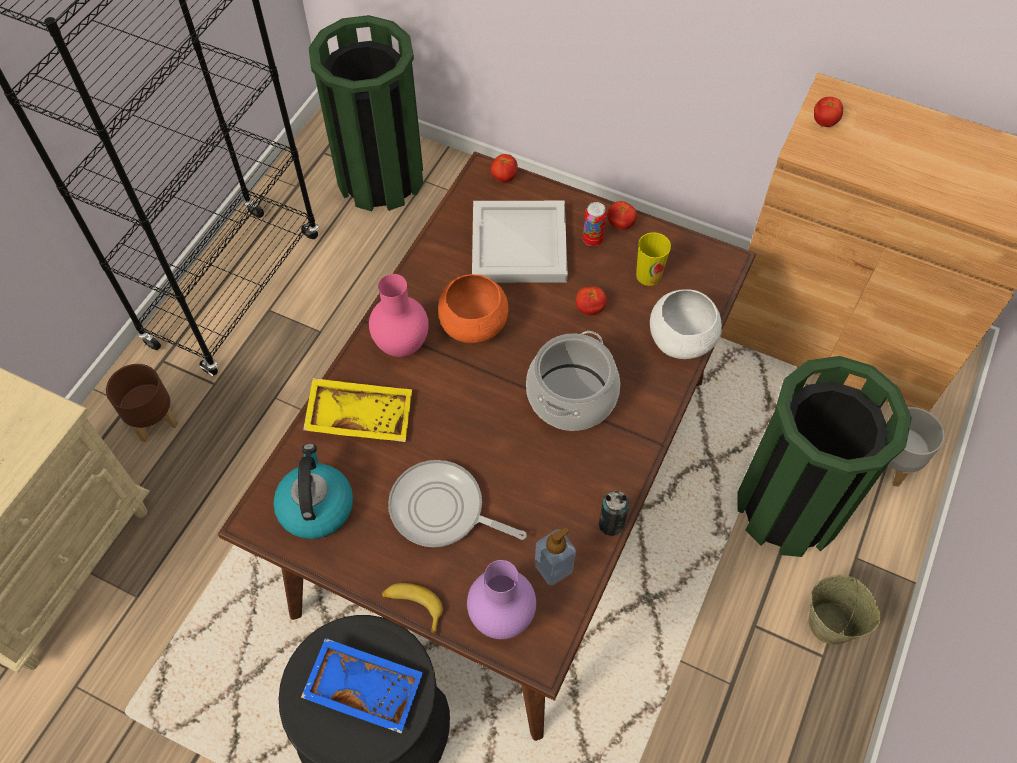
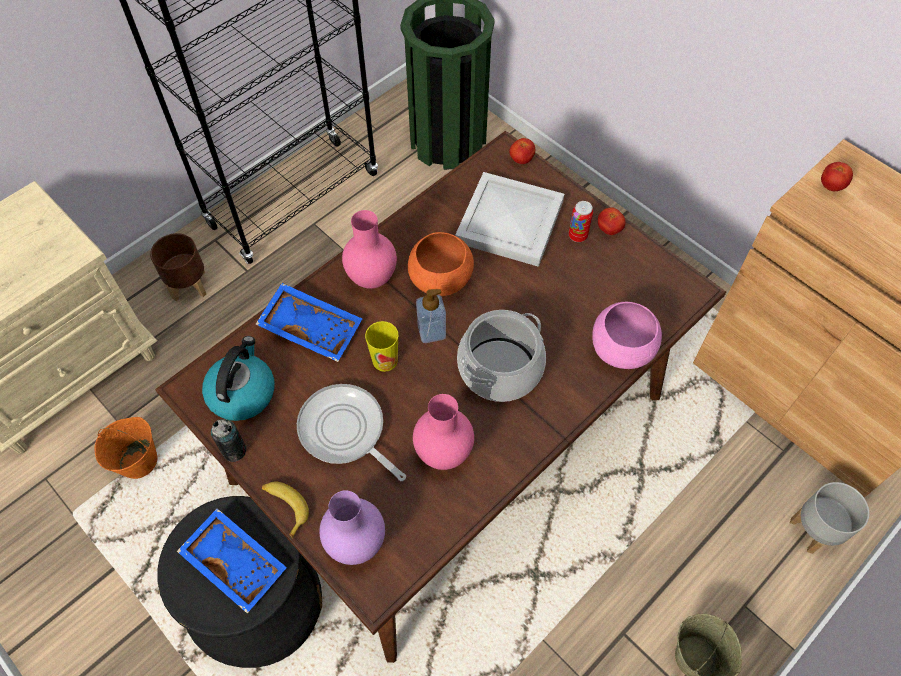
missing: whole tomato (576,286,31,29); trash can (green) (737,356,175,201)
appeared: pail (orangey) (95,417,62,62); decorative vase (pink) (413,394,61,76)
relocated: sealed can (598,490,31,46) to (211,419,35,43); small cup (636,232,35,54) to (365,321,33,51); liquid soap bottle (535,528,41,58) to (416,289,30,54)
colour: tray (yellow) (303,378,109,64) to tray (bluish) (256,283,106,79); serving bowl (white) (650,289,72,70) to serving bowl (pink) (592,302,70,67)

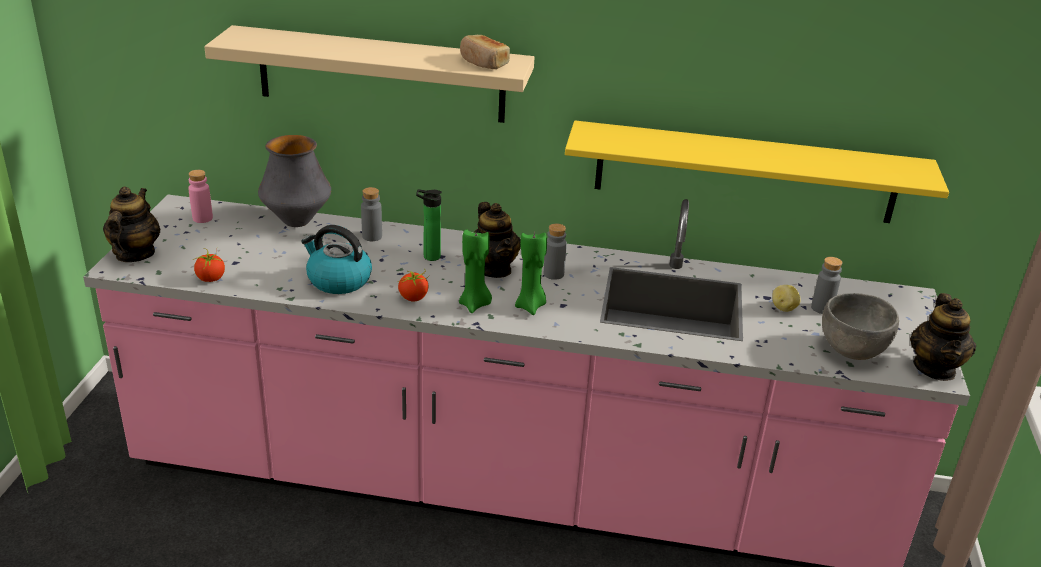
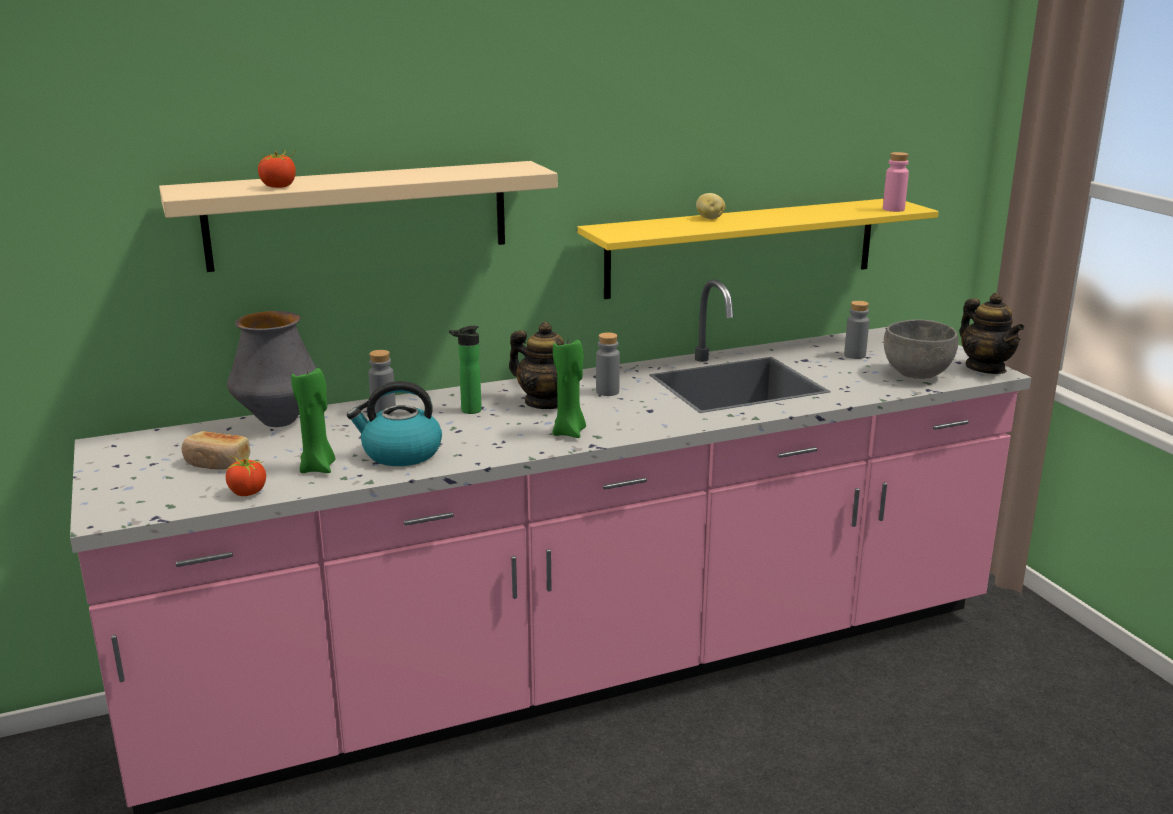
missing: pot for tea (103,186,57,76)
relocated: baked bread (460,35,50,34) to (182,431,68,39); whole tomato (397,270,33,31) to (258,150,38,38); wax light (green) (515,230,32,85) to (291,368,45,105); whole potato (772,285,29,27) to (696,193,29,26); drink bottle (pink) (188,170,25,53) to (883,152,26,60)

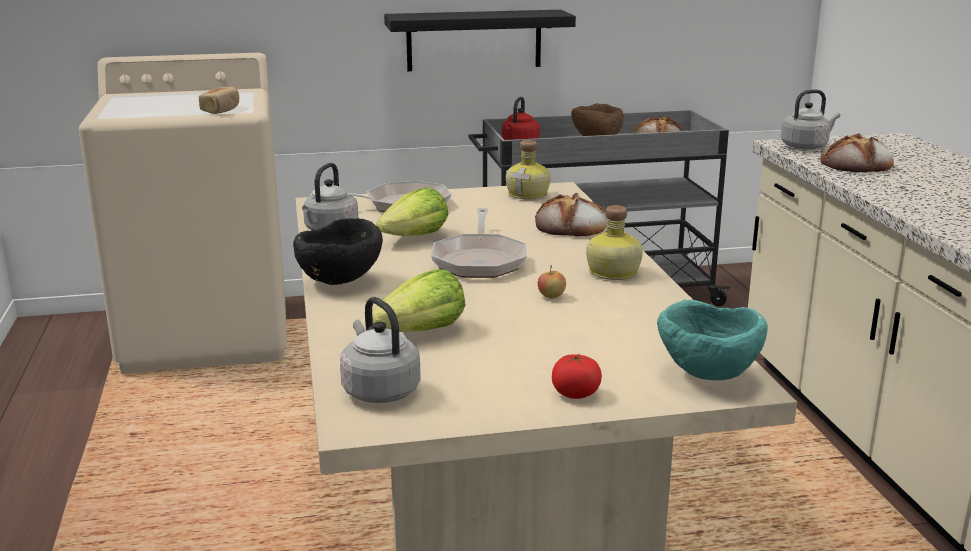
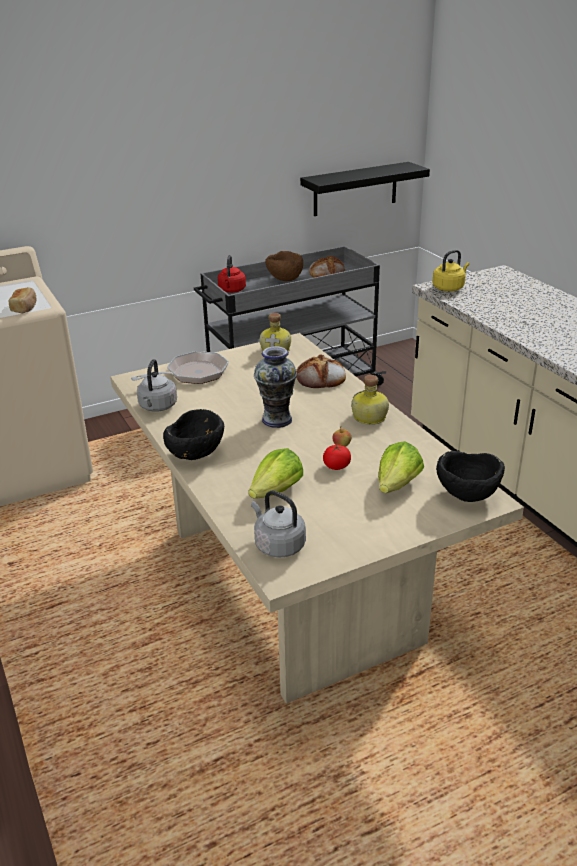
missing: baked bread (820,133,74,39)
relocated: shelf (blackish) (384,10,192,61) to (300,162,130,54); whole tomato (552,354,50,45) to (323,444,28,26); lettuce (376,187,73,49) to (378,441,46,52)
exchanged: pan (431,208,96,70) to decorative vase (254,346,43,82)
colour: kettle (grey) (781,90,59,60) to kettle (yellow) (432,250,38,41); serving bowl (blue-green) (657,299,111,81) to serving bowl (blackish) (436,451,69,51)

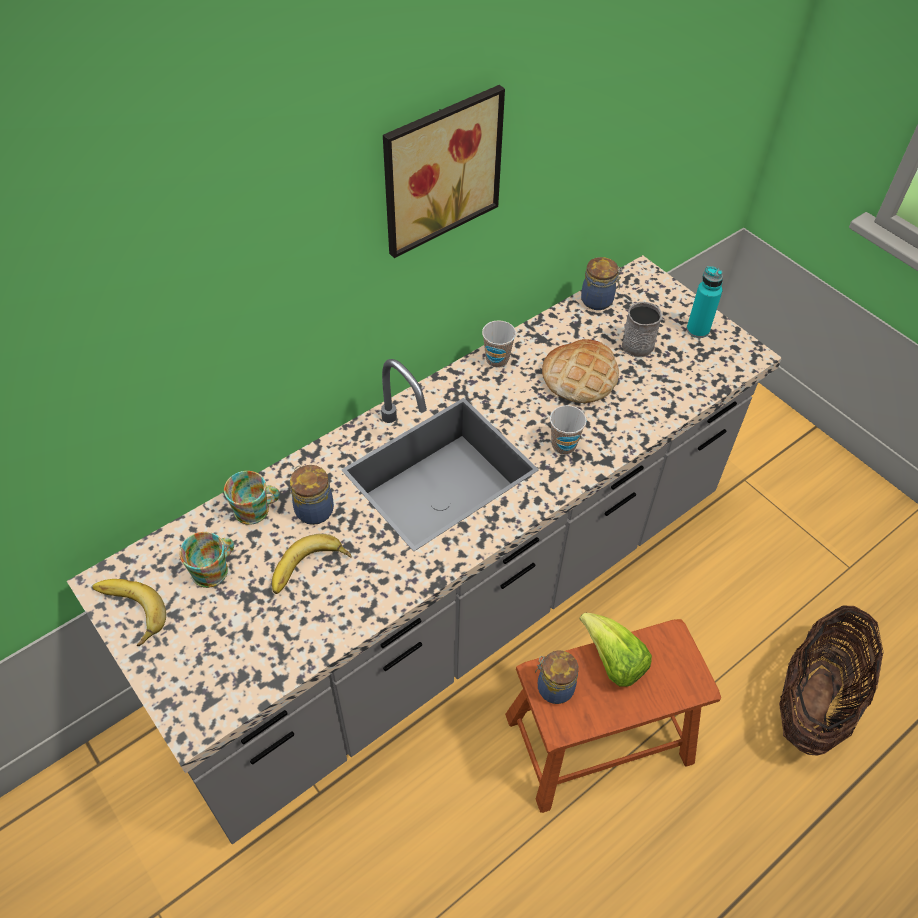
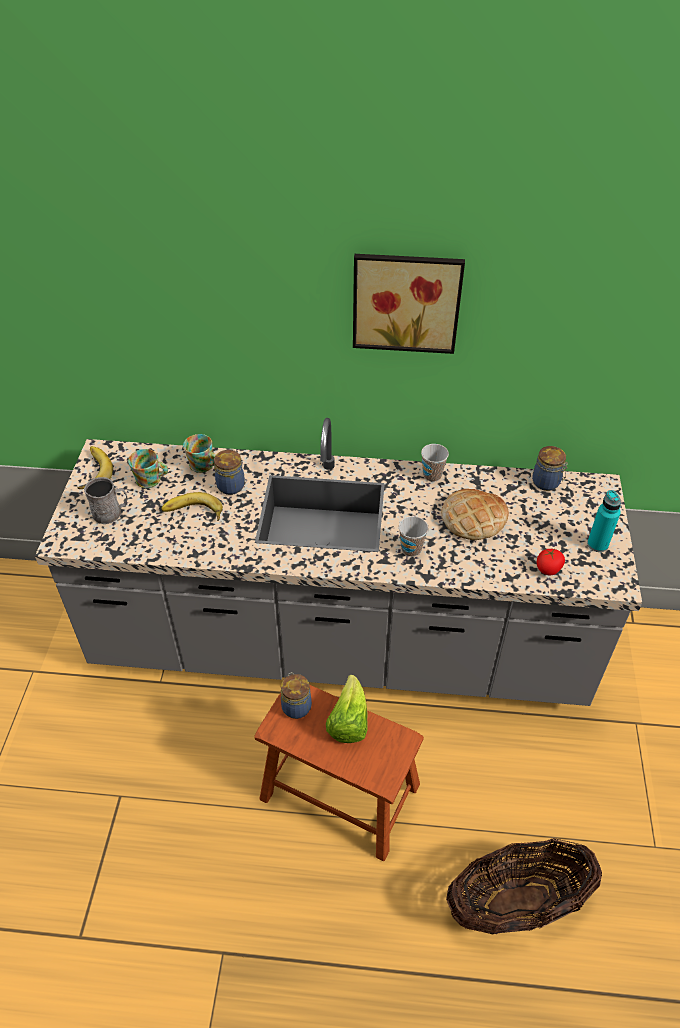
appeared: whole tomato (537,549,28,27)
relocated: coffee mug (grey) (622,302,40,55) to (84,477,44,47)

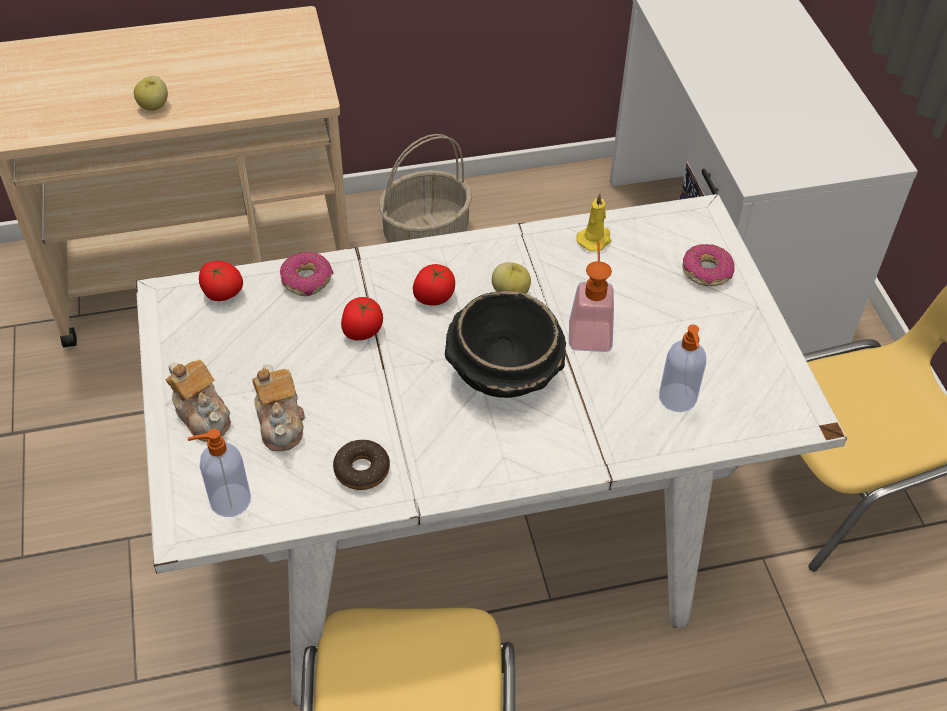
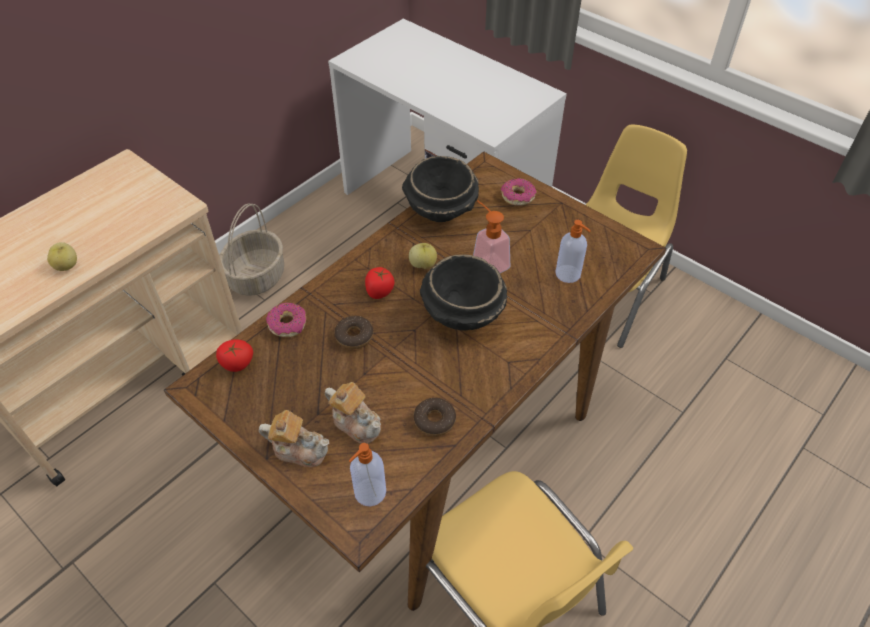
exchanged: whole tomato (341,297,42,43) to ring doughnut (335,316,38,33); wax light (yellow) (576,193,35,59) to serving bowl (blackish) (402,156,77,66)
colour: dining table (white) (135,194,712,512) to dining table (brownish) (164,151,503,460)

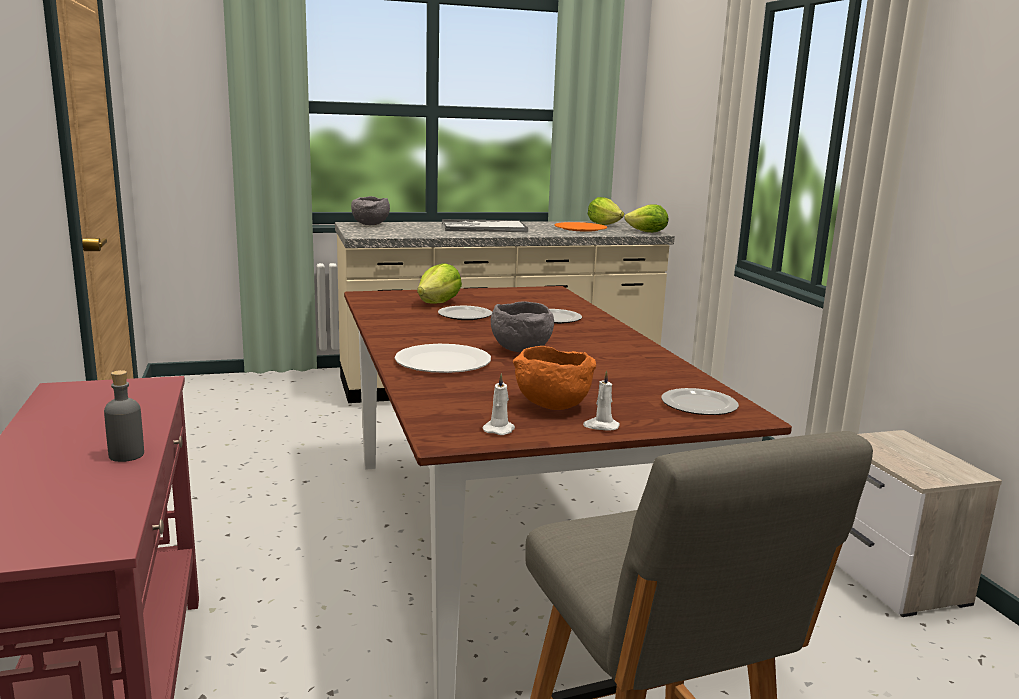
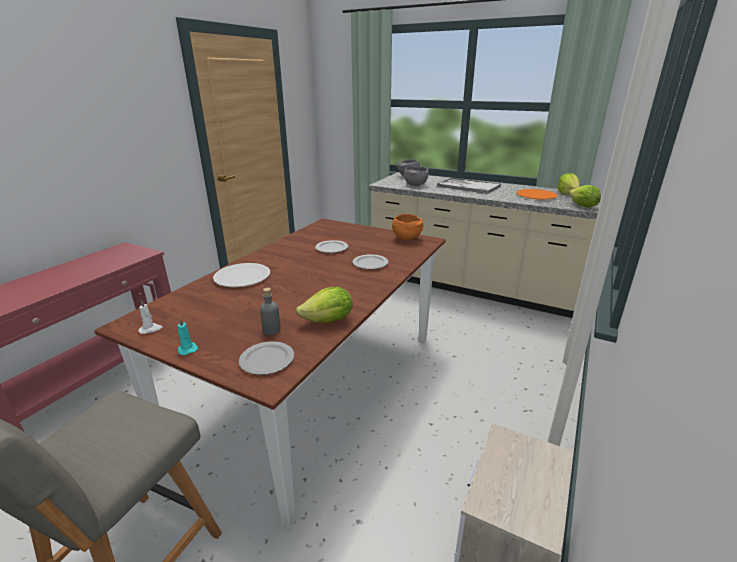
relocated: drink bottle (grey) (104,370,40,92) to (260,288,21,47); lettuce (417,263,45,41) to (296,287,57,35); serving bowl (orangey) (513,346,83,64) to (392,214,31,26); serving bowl (grey) (491,301,63,51) to (404,166,25,20)
colour: wax light (white) (583,370,37,61) to wax light (blue-green) (177,318,21,37)

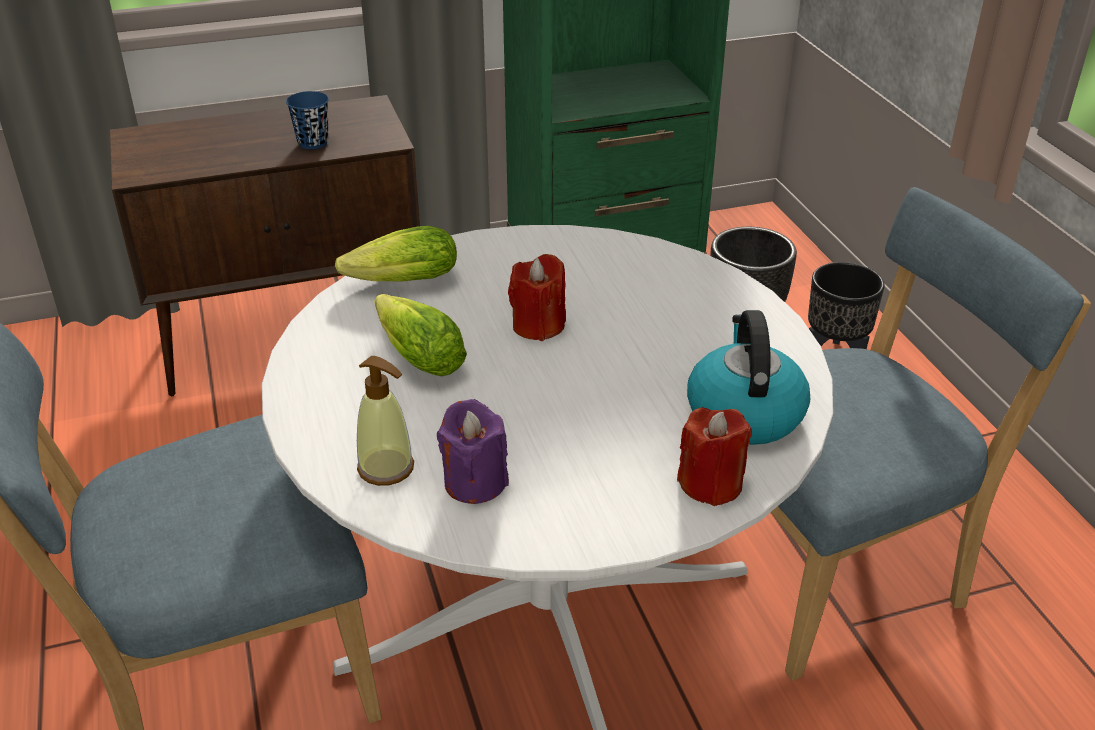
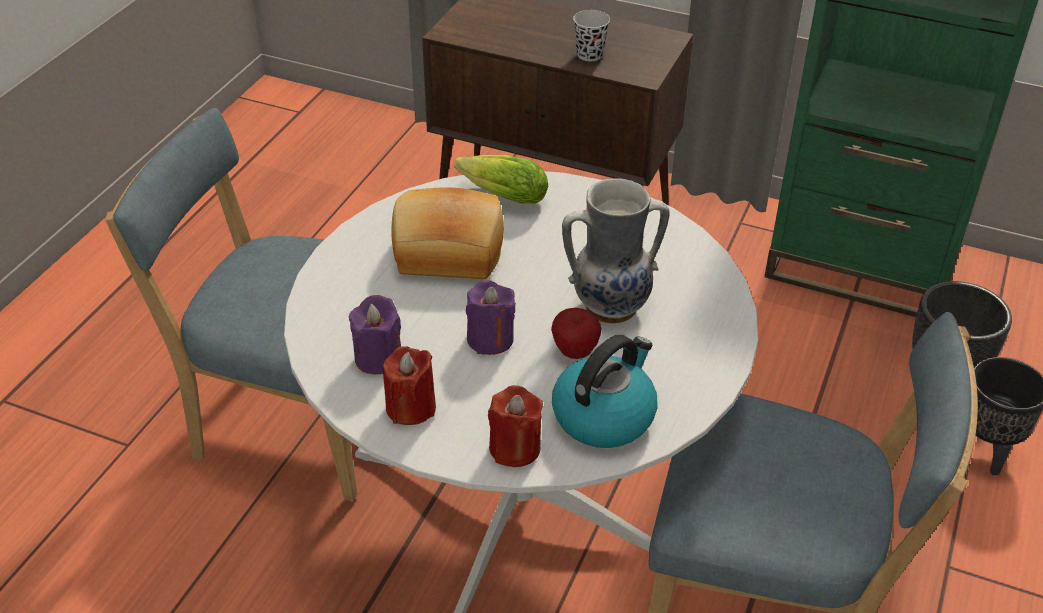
missing: liquid soap bottle (357,356,57,130)
appeared: wax light (purplish) (466,280,50,75); apple fruit (551,308,51,51); decorative vase (562,178,108,146)
relocated: wax light (reddish) (508,254,58,87) to (383,346,53,79)
exchanged: lettuce (374,294,93,83) to baked bread (391,187,113,92)
colour: small cup (bluish) (286,91,43,58) to small cup (blackish) (573,10,37,51)

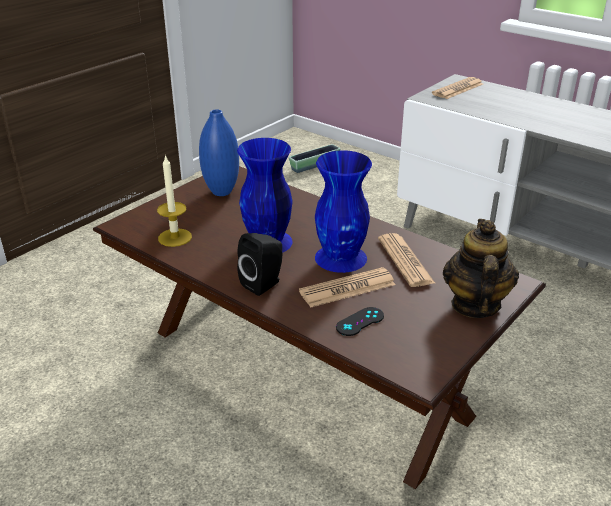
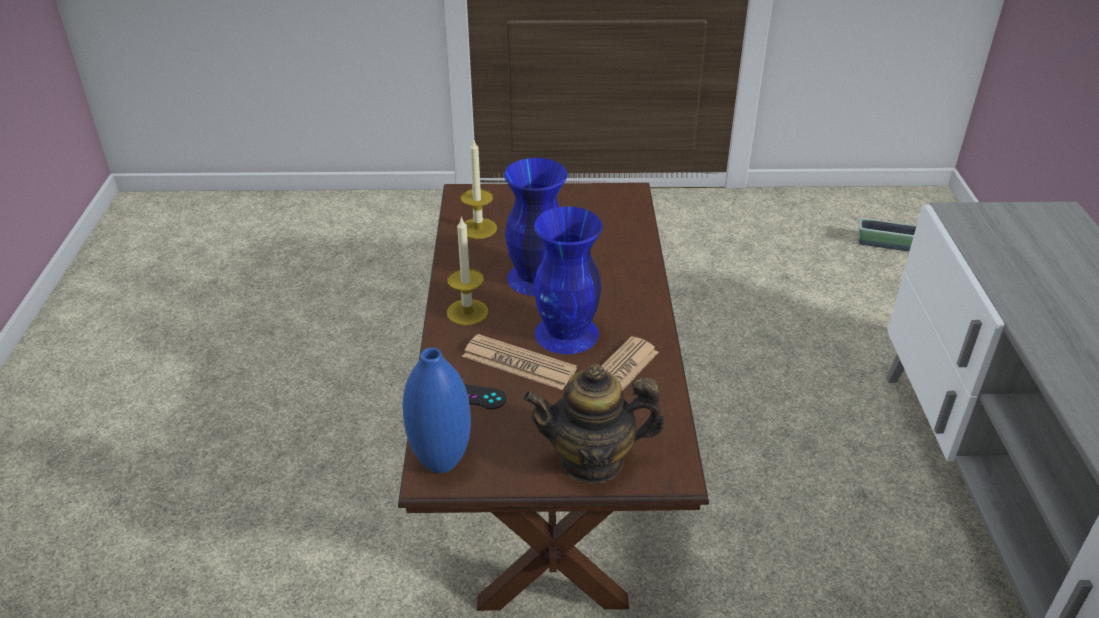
missing: daily paper (432,77,51,22)
relocated: decorative vase (bluish) (199,109,40,87) to (403,348,68,125)
exchanged: speaker (blackish) (237,233,46,63) to wax light (447,216,41,110)
spun: pot for tea (443,219,76,99) = (523,364,142,120) 150 degrees counterclockwise

